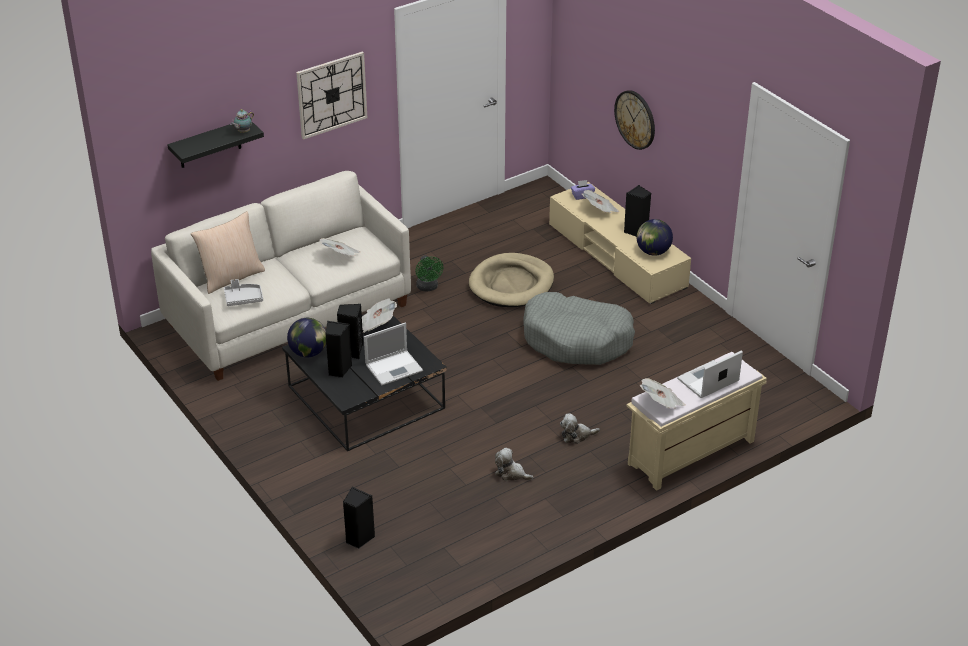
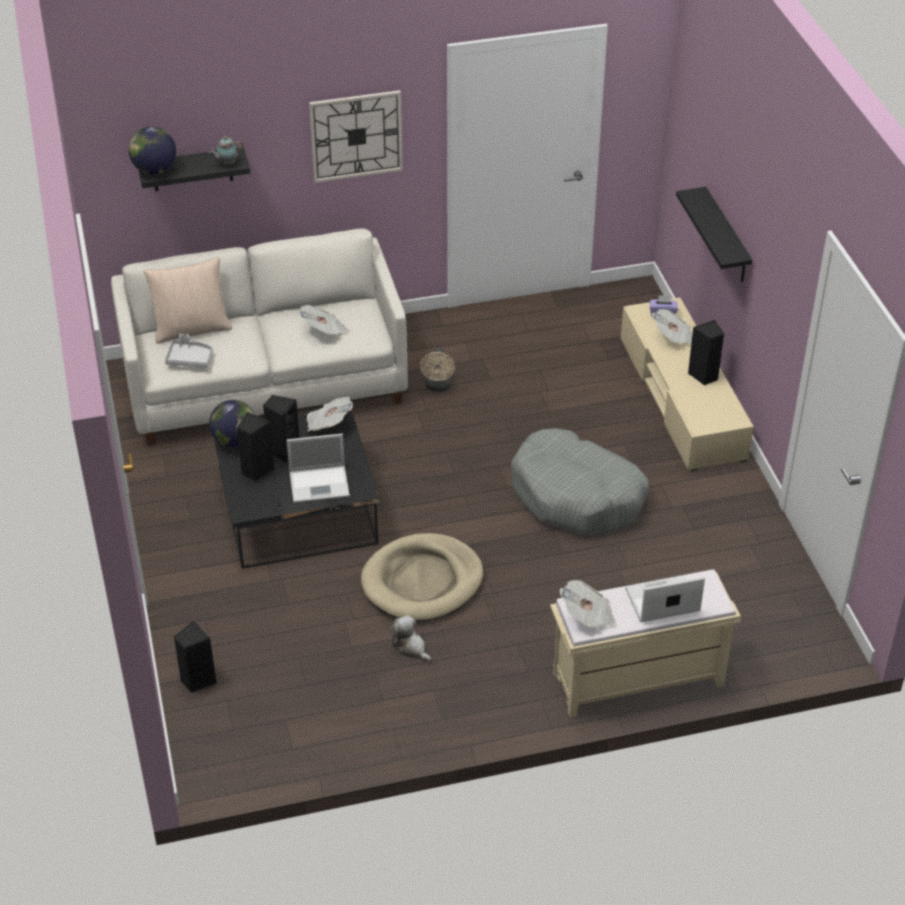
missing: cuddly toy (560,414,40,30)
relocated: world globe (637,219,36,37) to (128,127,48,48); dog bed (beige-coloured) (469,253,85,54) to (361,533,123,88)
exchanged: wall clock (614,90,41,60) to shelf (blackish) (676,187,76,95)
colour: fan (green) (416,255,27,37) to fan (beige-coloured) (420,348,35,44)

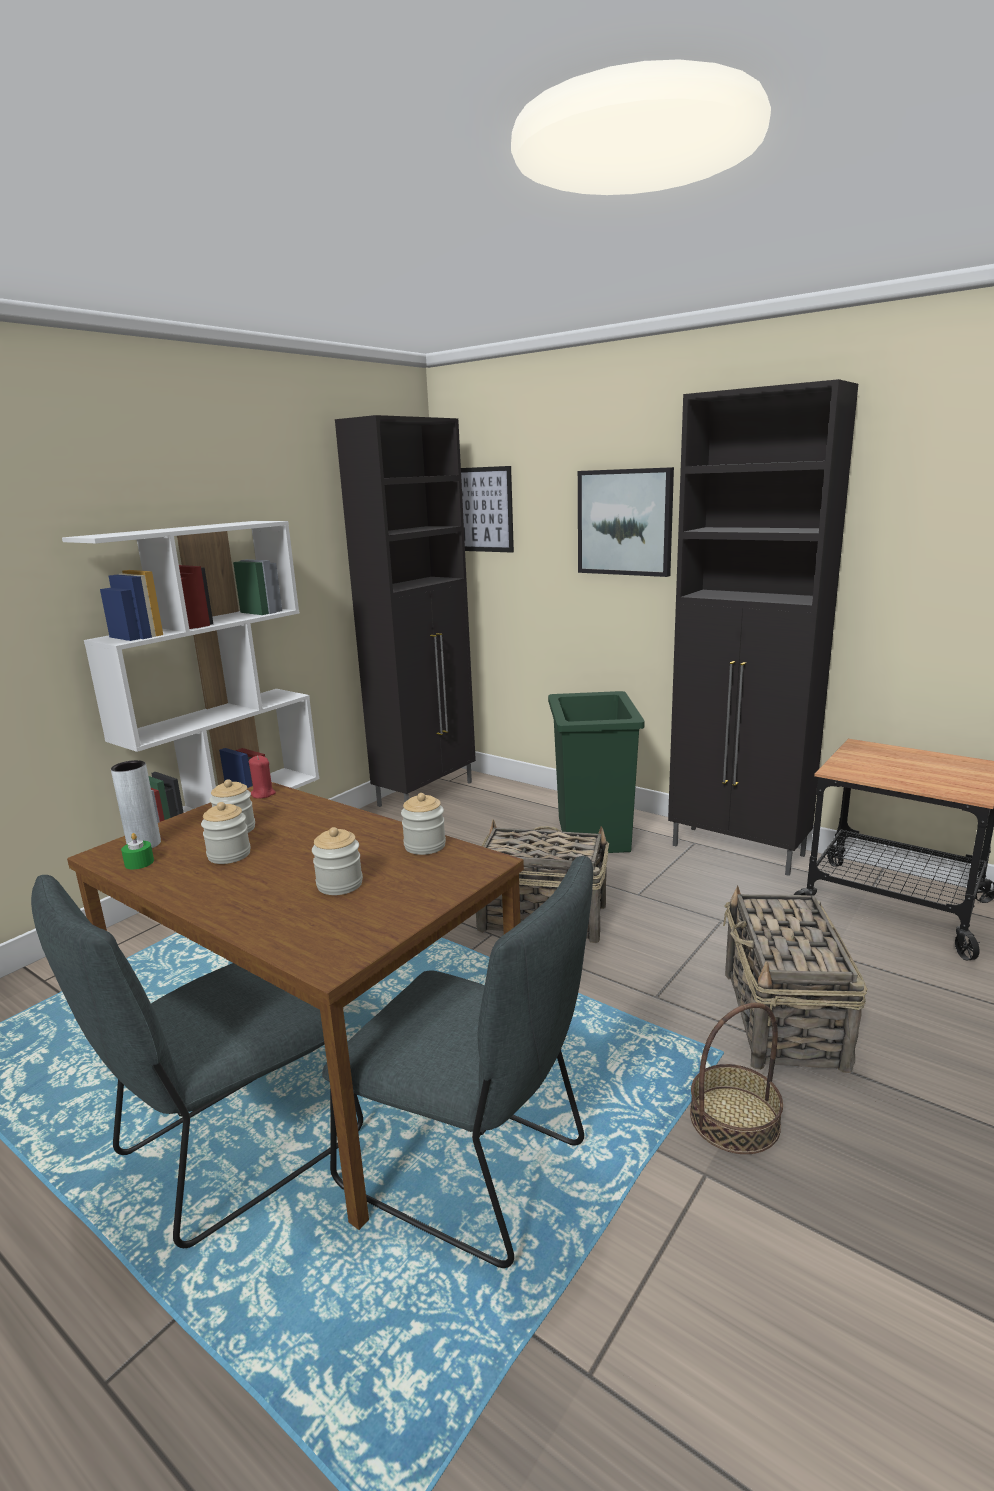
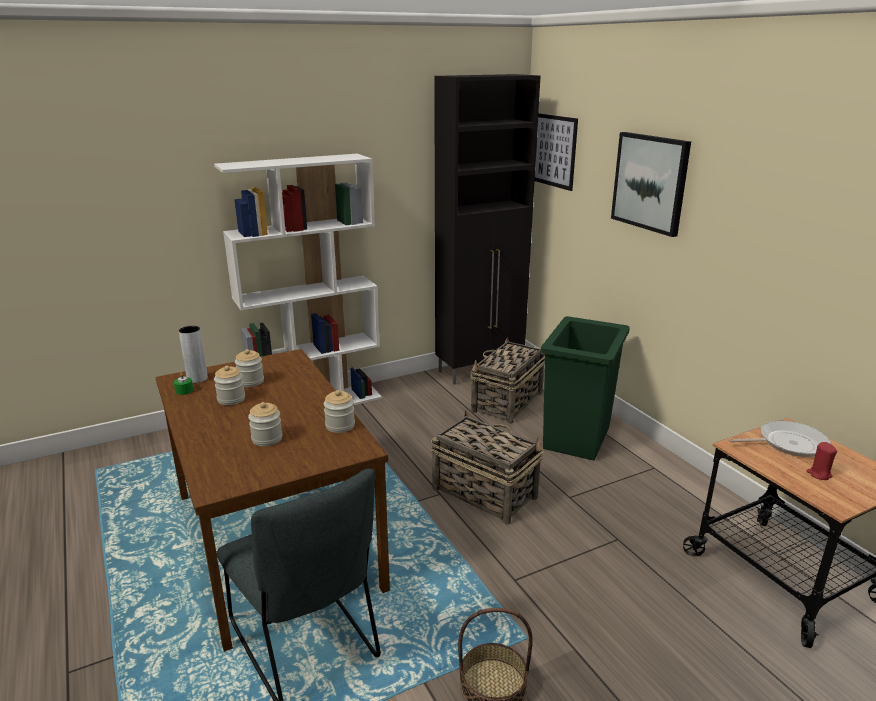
missing: chair (grey) (31,875,332,373); cupboard (blackish) (668,379,190,497)
appeared: pan (728,420,103,37)
relocated: storage basket (723,885,144,188) to (471,336,74,88); wax light (reddish) (249,756,27,43) to (807,442,30,38)

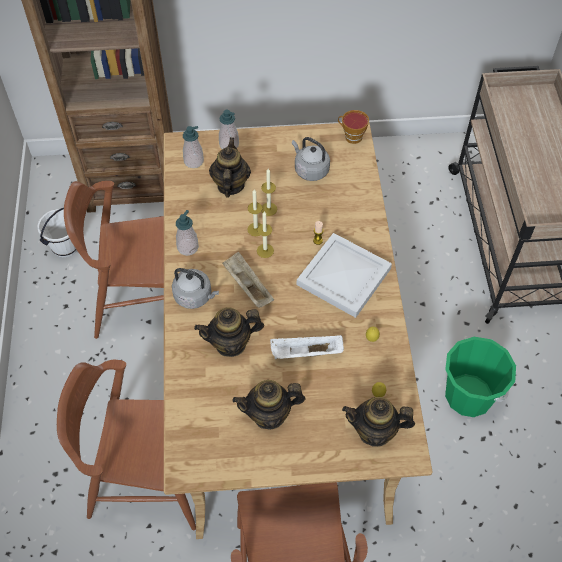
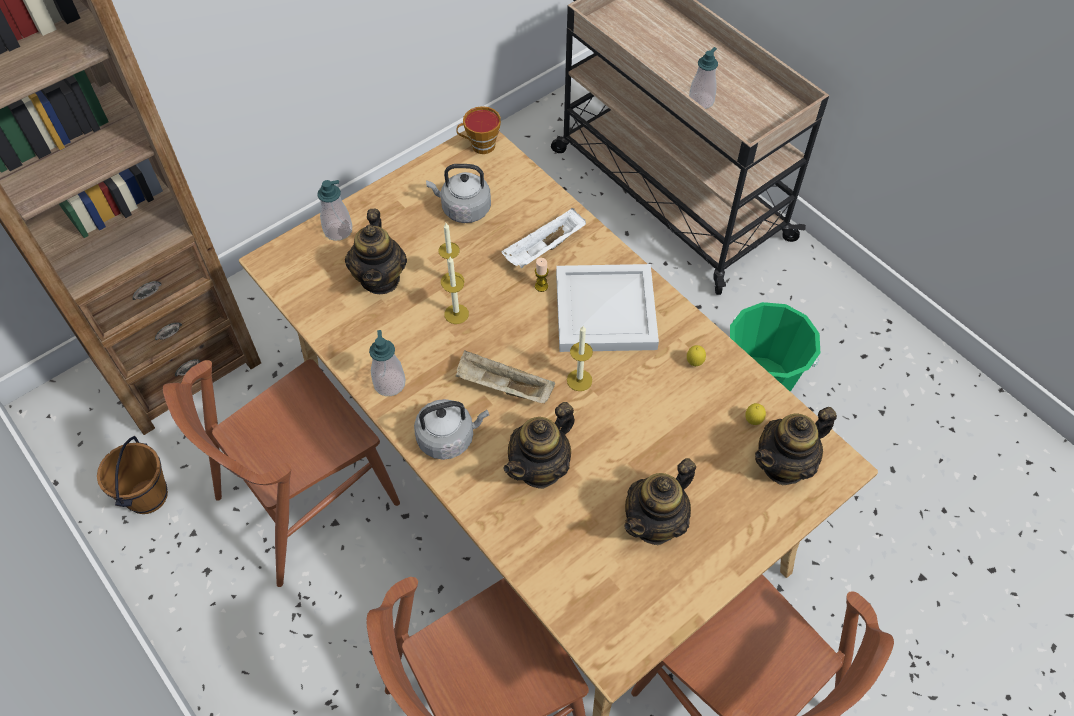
relocated: tray (white) (270,335,74,24) to (502,208,84,60); wax light (257,211,17,47) to (567,326,26,65); liquid soap bottle (183,126,21,42) to (689,47,29,62)
colour: pail (white) (37,208,40,50) to pail (brownish) (97,436,71,78)
spun: pot for tea (209,137,42,61) = (345,209,62,85) 150 degrees counterclockwise

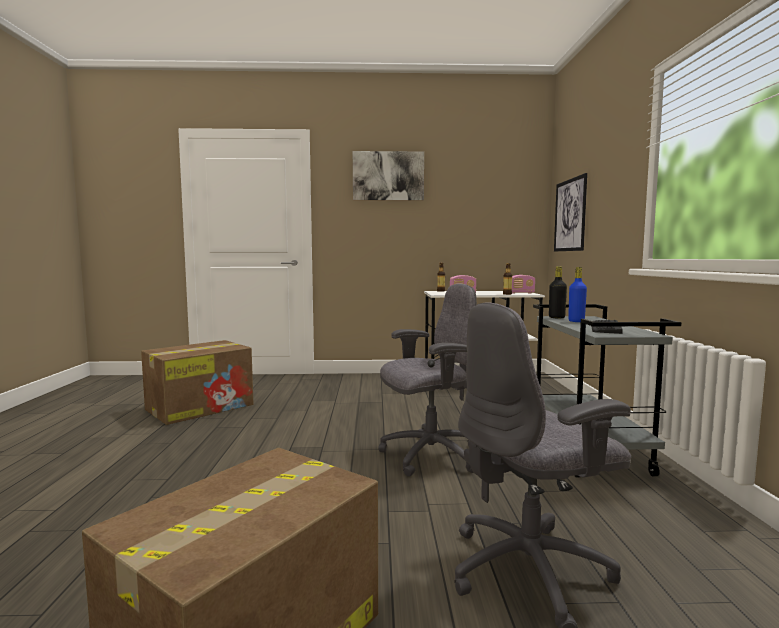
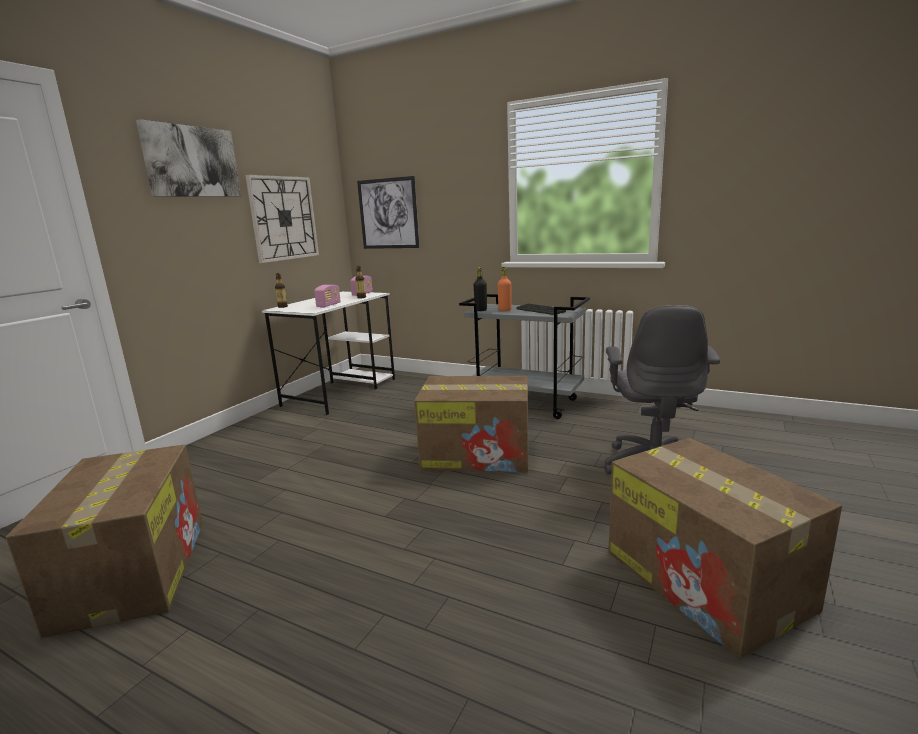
appeared: wall clock (245,175,74,88)
exchanged: office chair (grey) (378,284,99,193) to cardboard box (414,376,114,96)
colour: drink bottle (bluish) (568,267,19,55) to drink bottle (orangey) (497,267,15,44)

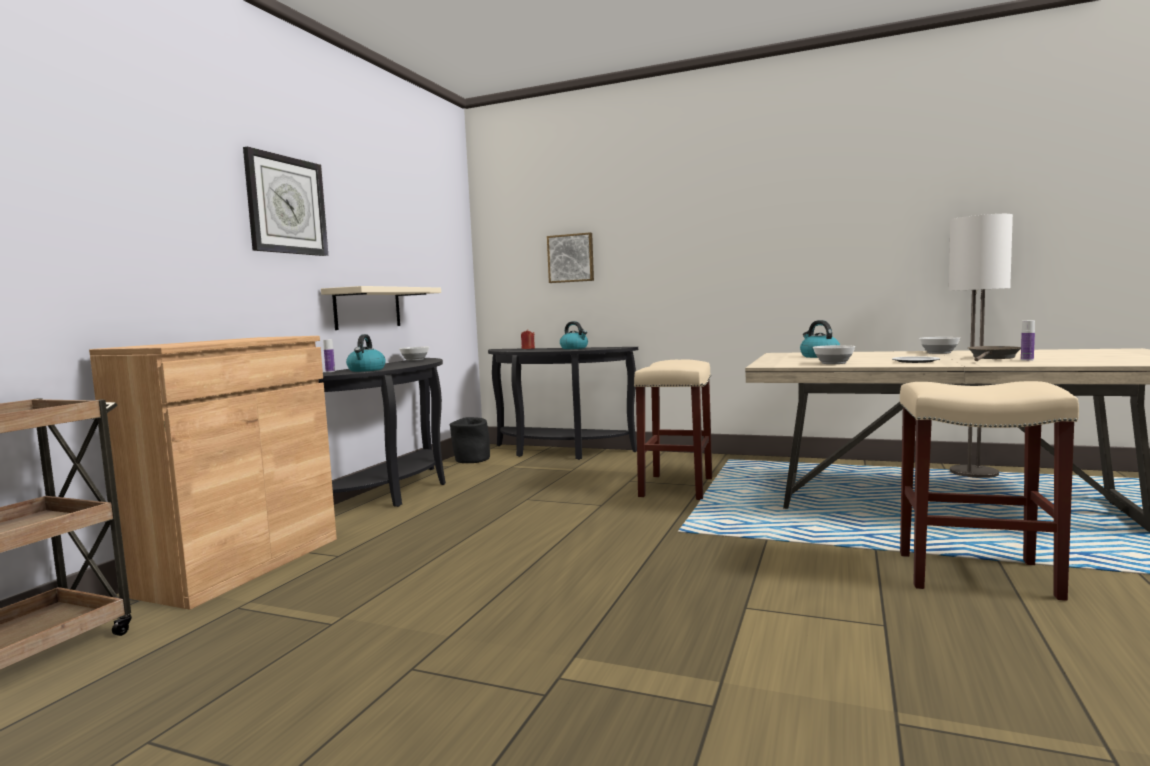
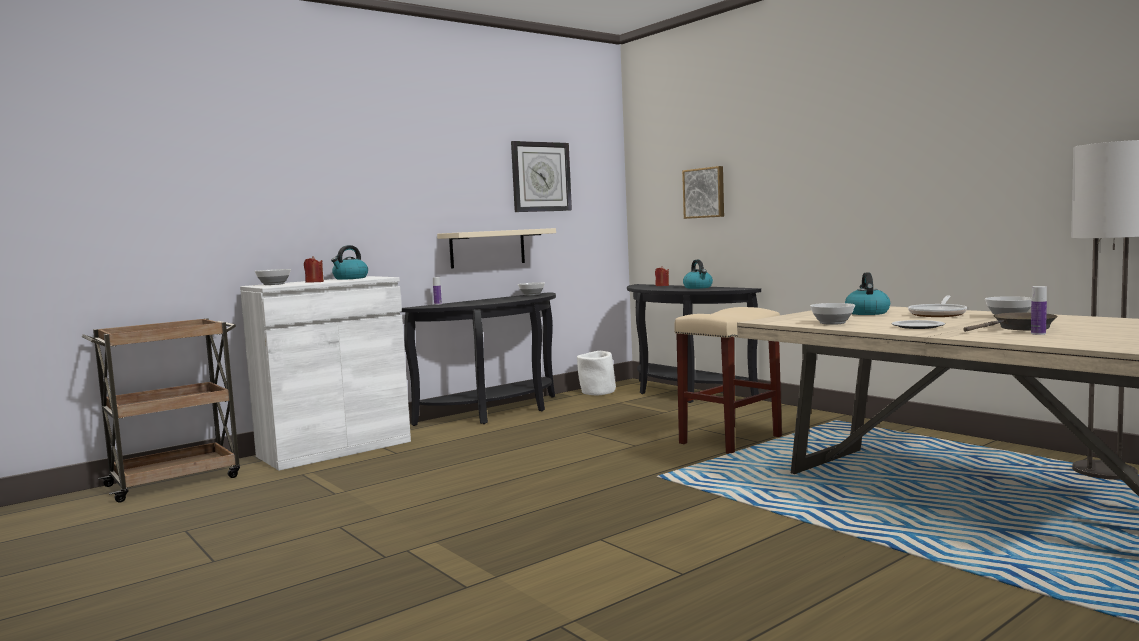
missing: stool (beige-coloured) (900,381,179,220)
appeared: serving bowl (255,269,36,16); wax light (reddish) (304,256,20,27); pan (908,295,59,22)
relocated: kettle (346,334,40,38) to (331,245,37,35); wall clock (243,146,85,110) to (511,141,61,71)
colour: cupboard (brownish) (89,336,248,274) to cupboard (white) (240,276,171,195); plant pot (blackish) (449,417,41,46) to plant pot (white) (577,351,39,44)

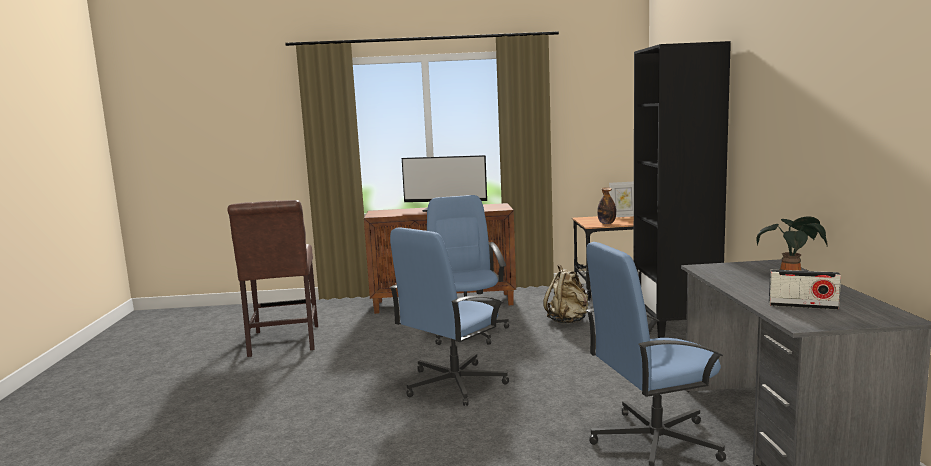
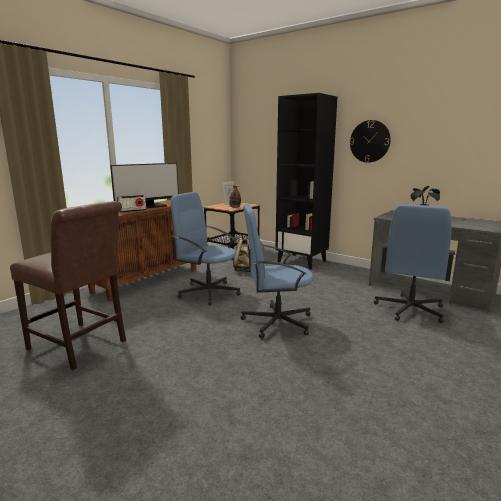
appeared: wall clock (350,120,41,43)
relocated: radio receiver (769,270,72,40) to (117,195,29,18)
spun: office chair (bluish) (390,227,119,179) = (240,204,74,134) 90 degrees clockwise

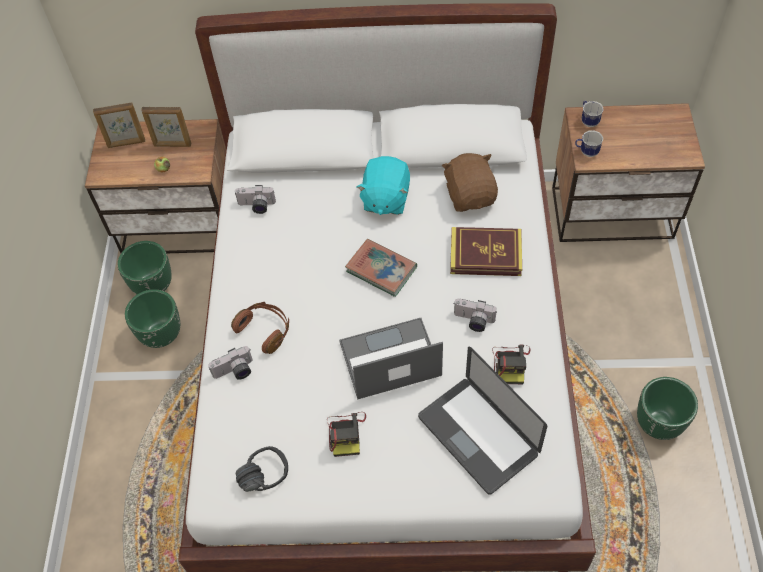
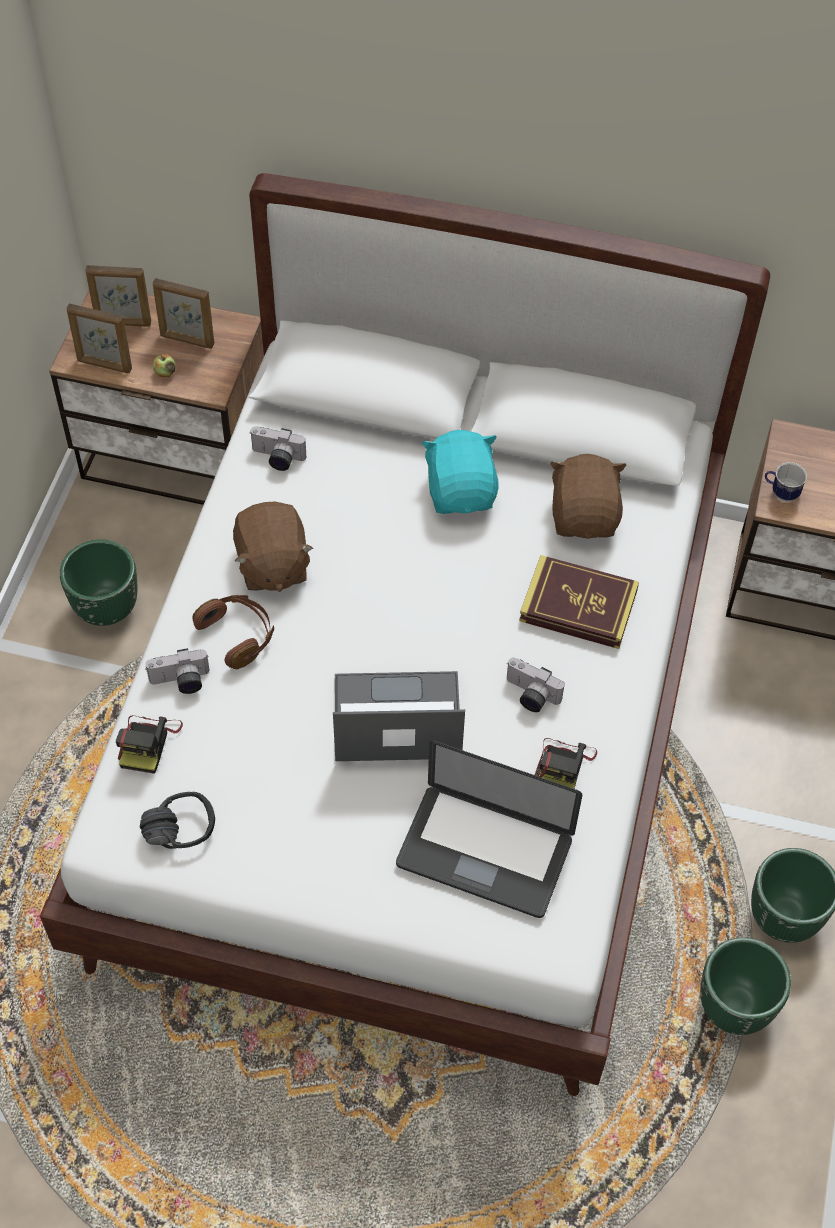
missing: volume (345,239,72,58); coffee mug (582,101,21,26)
appeared: photo frame (66,303,66,70); cuddly toy (brownish) (233,501,80,91)
relocated: photo camera (327,412,39,45) to (116,715,67,59); plant pot (green) (118,241,54,53) to (700,937,91,98)
spun: laptop (418,347,129,148) = (396,741,186,177) 45 degrees counterclockwise; cuddly toy (blue-green) (357,156,53,59) = (422,430,77,84) 150 degrees clockwise

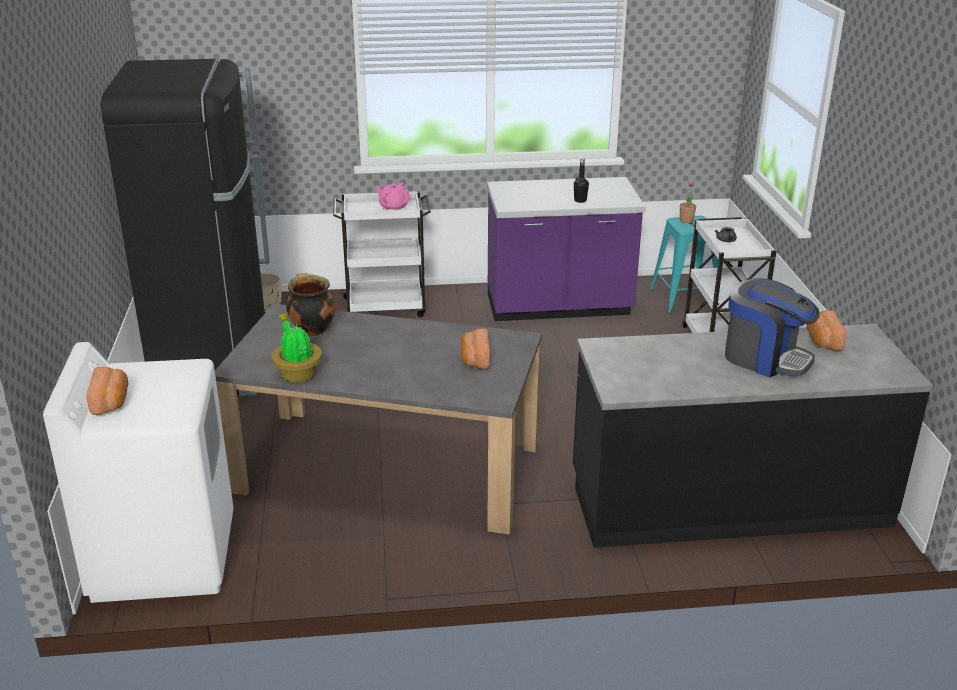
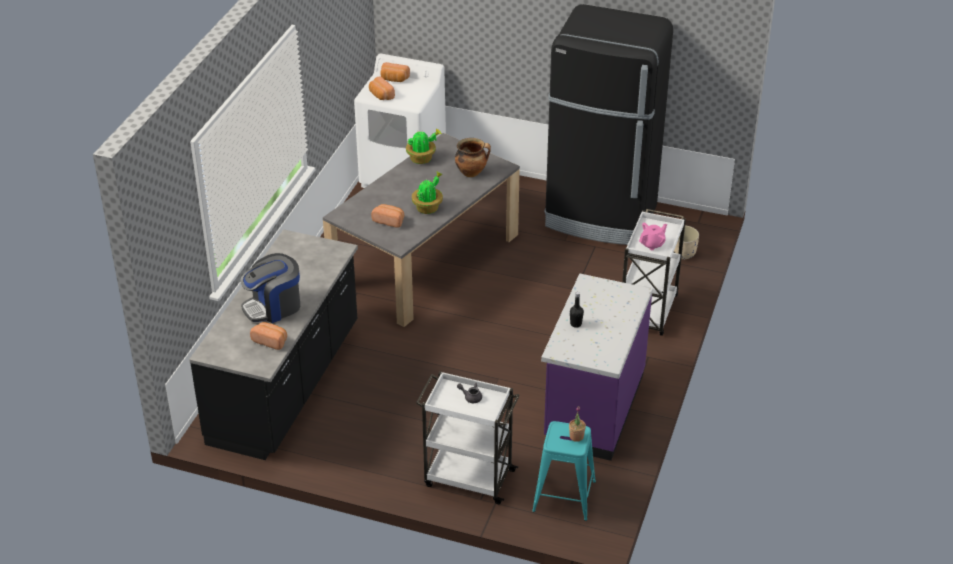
appeared: baked bread (369,76,26,24); plant in a pot (412,172,31,42)

